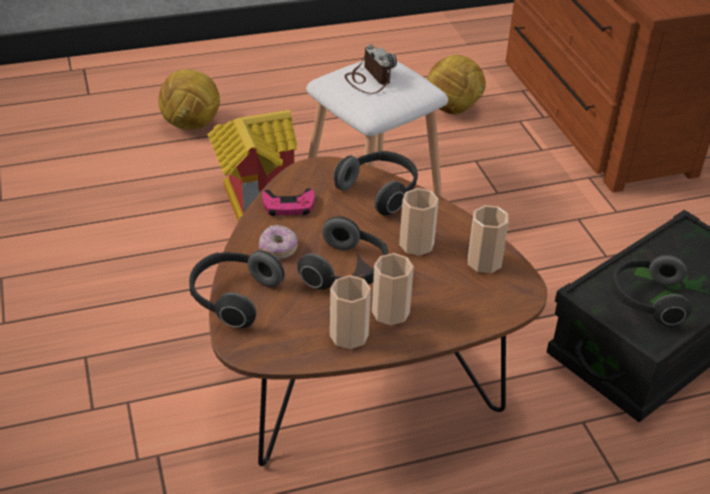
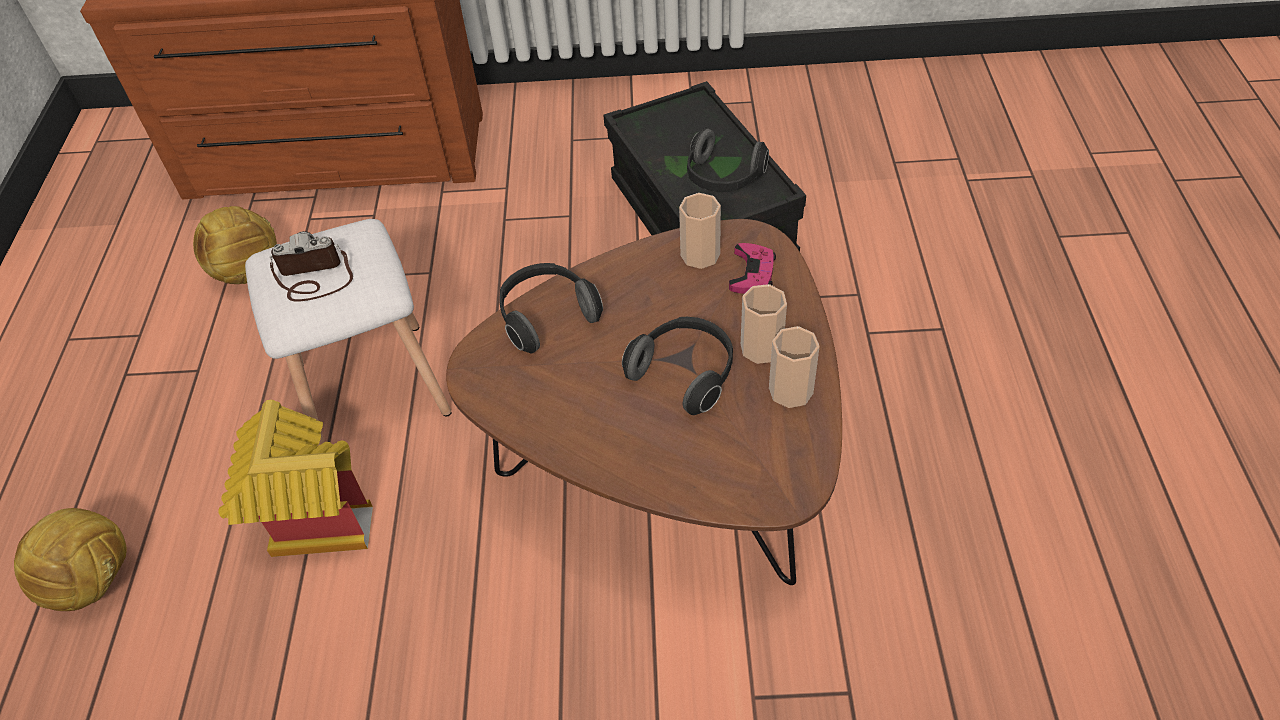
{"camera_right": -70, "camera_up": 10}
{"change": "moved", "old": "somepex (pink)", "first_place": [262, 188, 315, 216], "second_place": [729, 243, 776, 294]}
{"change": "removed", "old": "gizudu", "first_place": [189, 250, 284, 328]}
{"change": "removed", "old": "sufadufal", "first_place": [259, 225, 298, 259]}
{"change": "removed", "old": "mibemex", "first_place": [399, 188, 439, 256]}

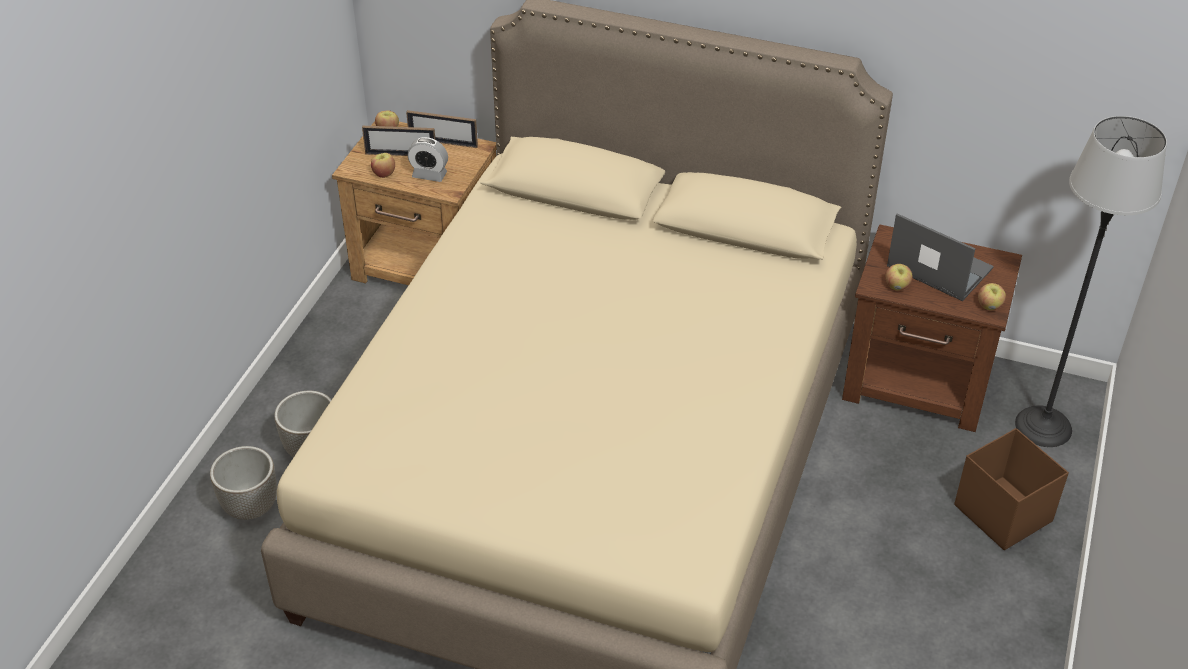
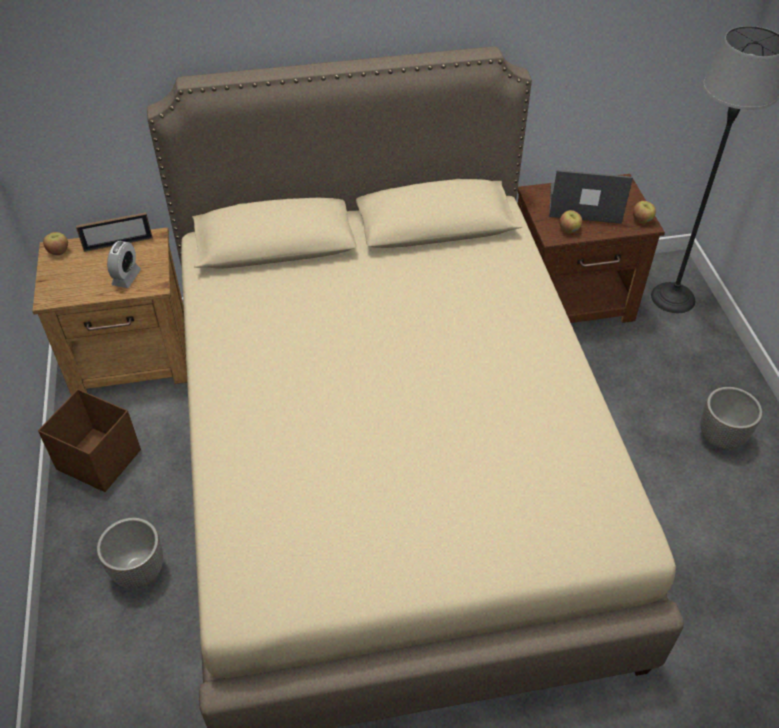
{"camera_right": -30, "camera_up": 5}
{"change": "moved", "old": "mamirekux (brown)", "first_place": [954, 428, 1069, 550], "second_place": [38, 389, 141, 492]}
{"change": "turned", "old": "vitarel", "first_place": [408, 137, 448, 182], "second_place": [107, 241, 141, 288], "degrees": -60}
{"change": "moved", "old": "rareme", "first_place": [210, 446, 277, 520], "second_place": [701, 387, 763, 449]}
{"change": "removed", "old": "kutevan", "first_place": [362, 126, 435, 156]}
{"change": "removed", "old": "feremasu", "first_place": [371, 153, 395, 178]}

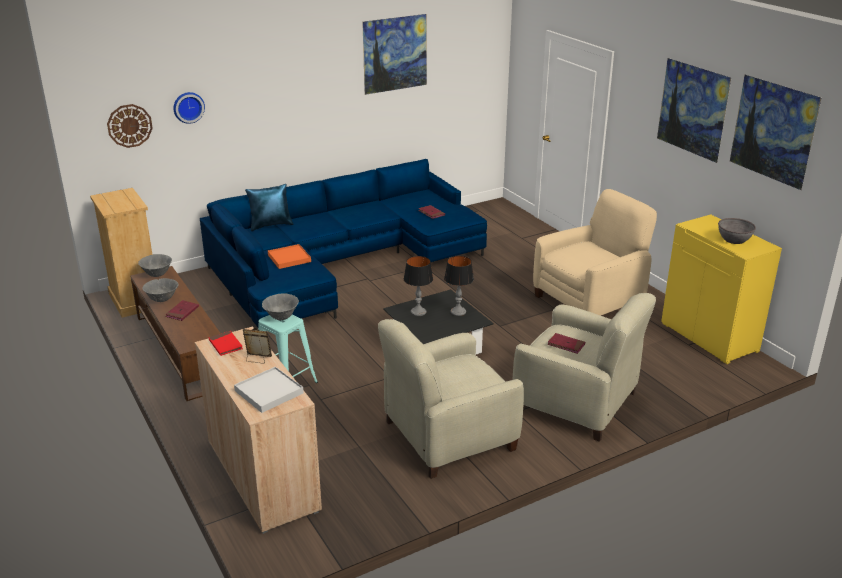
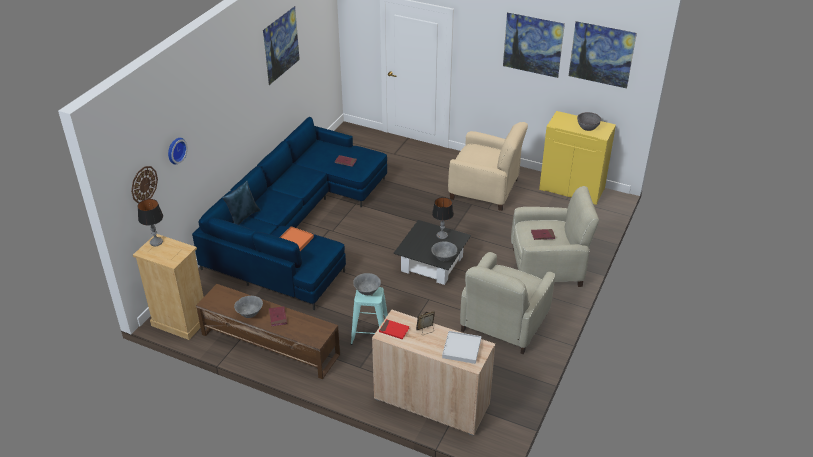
{"camera_right": -35, "camera_up": 10}
{"change": "moved", "old": "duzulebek", "first_place": [404, 256, 433, 316], "second_place": [138, 199, 163, 246]}
{"change": "moved", "old": "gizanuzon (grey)", "first_place": [138, 254, 172, 277], "second_place": [431, 241, 457, 261]}
{"change": "turned", "old": "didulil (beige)", "first_place": [533, 189, 657, 316], "second_place": [448, 122, 528, 211], "degrees": 90}

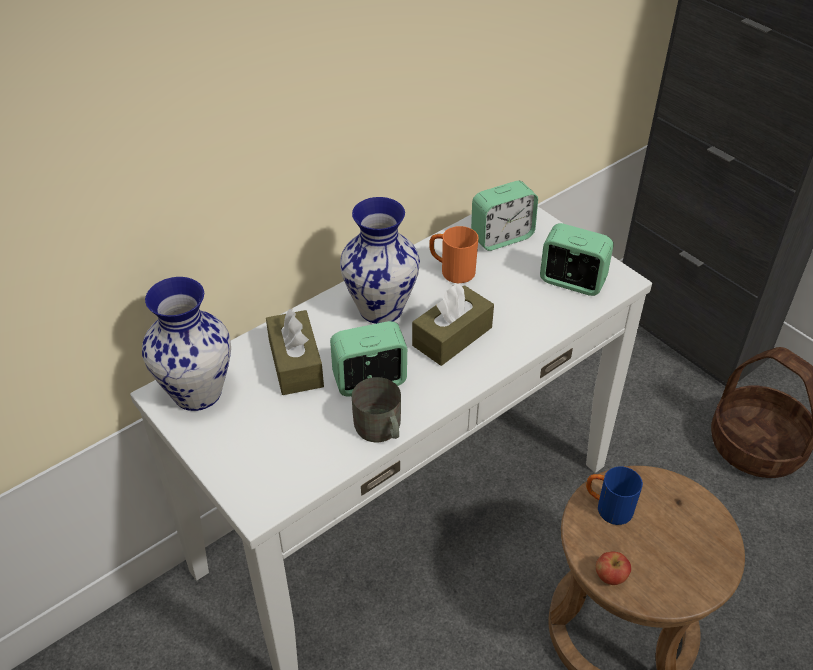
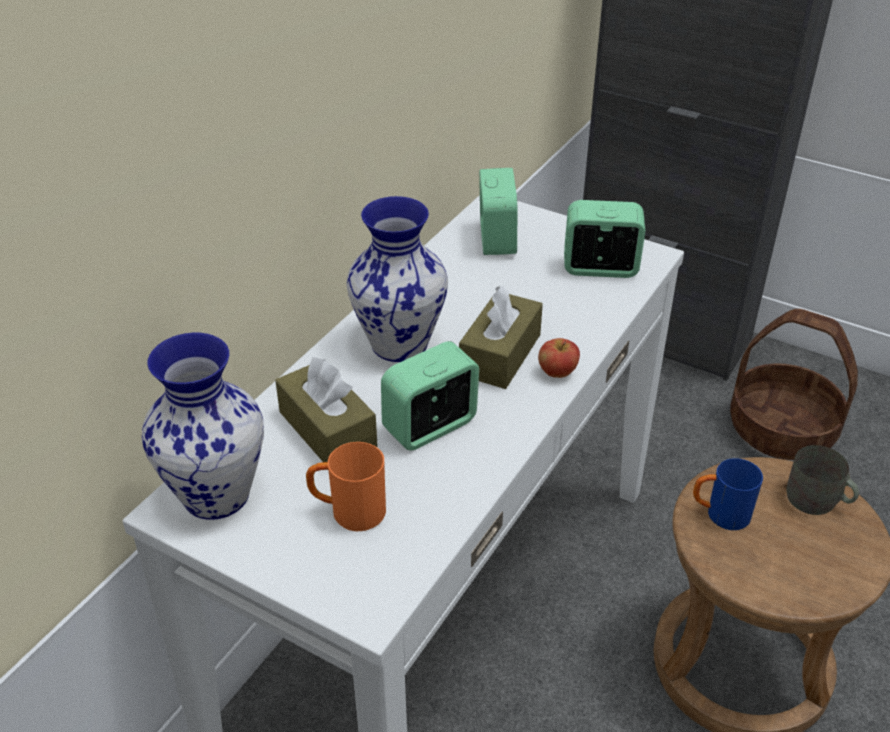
{"camera_right": -20, "camera_up": -5}
{"change": "moved", "old": "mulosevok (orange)", "first_place": [429, 226, 478, 283], "second_place": [306, 442, 386, 531]}
{"change": "turned", "old": "vitarel", "first_place": [471, 181, 538, 251], "second_place": [479, 168, 517, 255], "degrees": -45}
{"change": "moved", "old": "feremasu", "first_place": [596, 551, 631, 585], "second_place": [538, 338, 580, 378]}
{"change": "moved", "old": "mulosevok (grey)", "first_place": [352, 377, 401, 443], "second_place": [786, 445, 859, 515]}

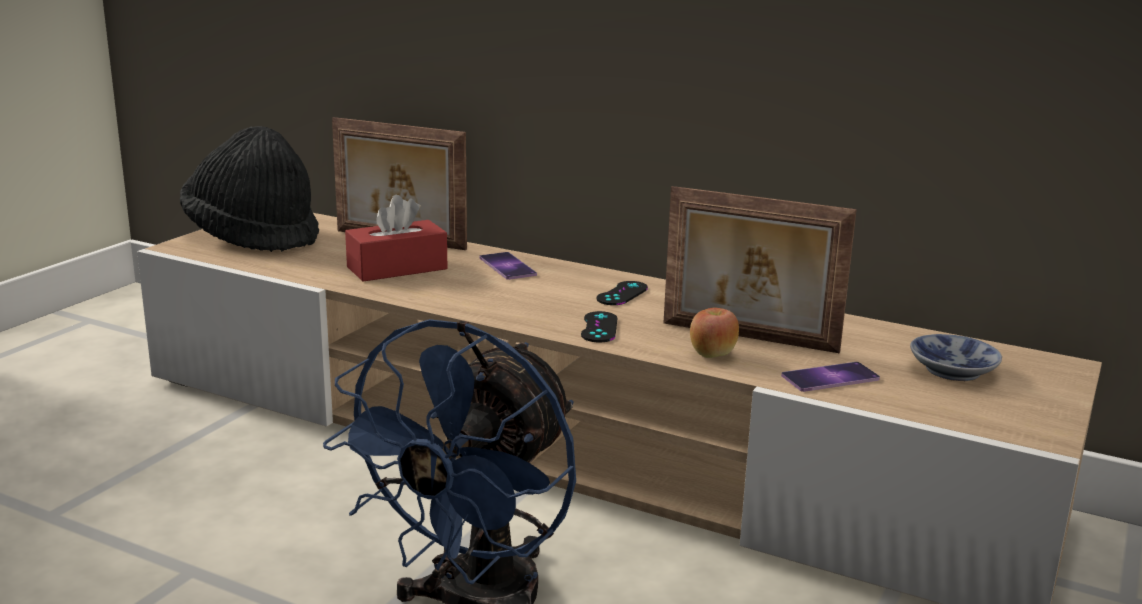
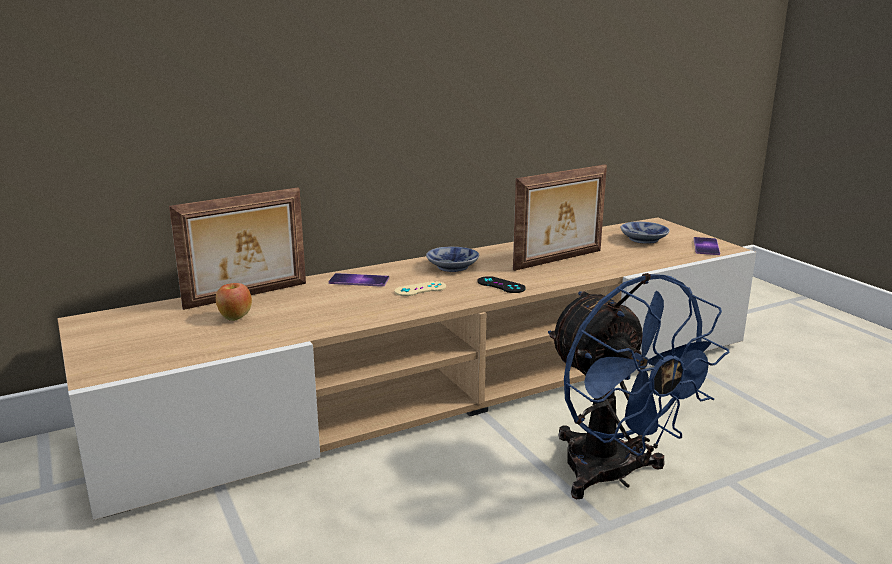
{"camera_right": -55, "camera_up": 0}
{"change": "moved", "old": "feremasu", "first_place": [690, 308, 739, 358], "second_place": [216, 283, 252, 321]}
{"change": "added", "new": "somepex (beige)", "second_place": [395, 281, 446, 296]}
{"change": "replaced", "old": "somepex (black)", "new": "gizanuzon", "first_place": [597, 281, 648, 305], "second_place": [426, 247, 479, 272]}
{"change": "moved", "old": "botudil", "first_place": [781, 362, 880, 392], "second_place": [694, 237, 720, 255]}
{"change": "removed", "old": "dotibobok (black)", "first_place": [180, 126, 319, 252]}
{"change": "removed", "old": "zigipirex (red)", "first_place": [345, 195, 447, 282]}

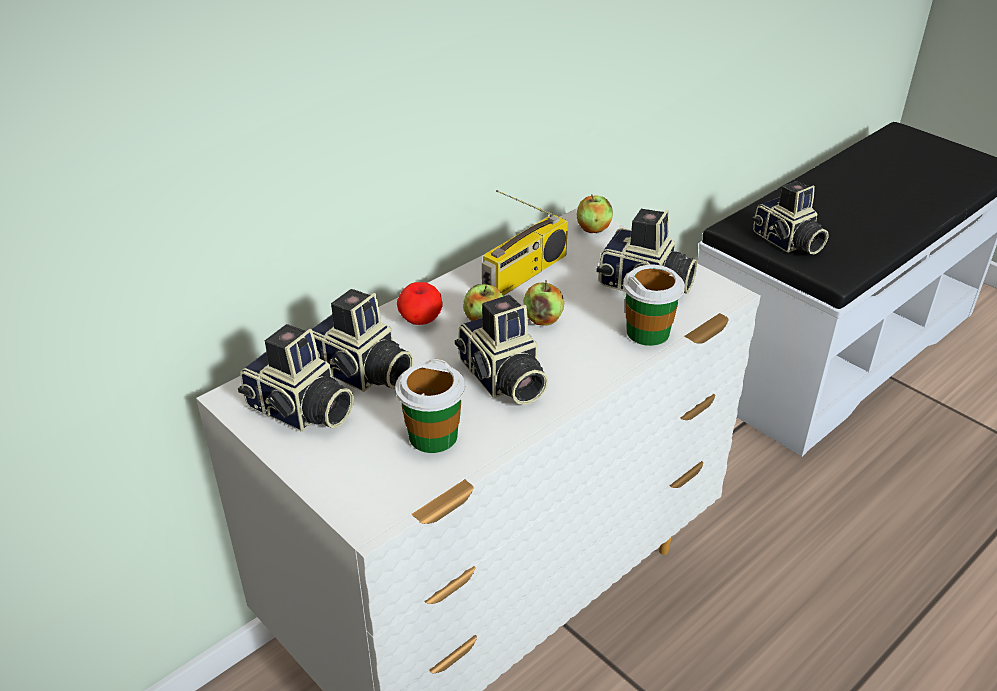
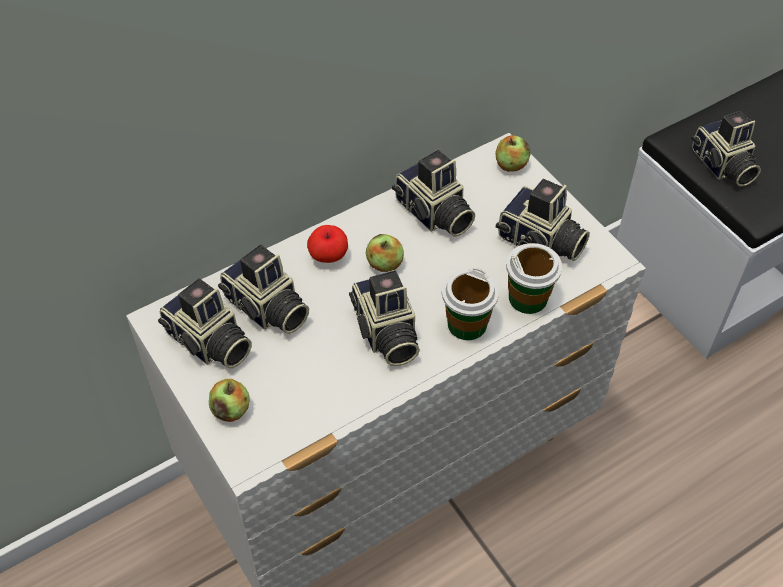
{"camera_right": 10, "camera_up": 15}
{"change": "moved", "old": "feremasu", "first_place": [523, 280, 564, 326], "second_place": [209, 379, 250, 422]}
{"change": "replaced", "old": "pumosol", "new": "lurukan", "first_place": [482, 190, 568, 296], "second_place": [392, 150, 475, 237]}
{"change": "moved", "old": "mibemex", "first_place": [395, 359, 465, 453], "second_place": [442, 268, 499, 340]}

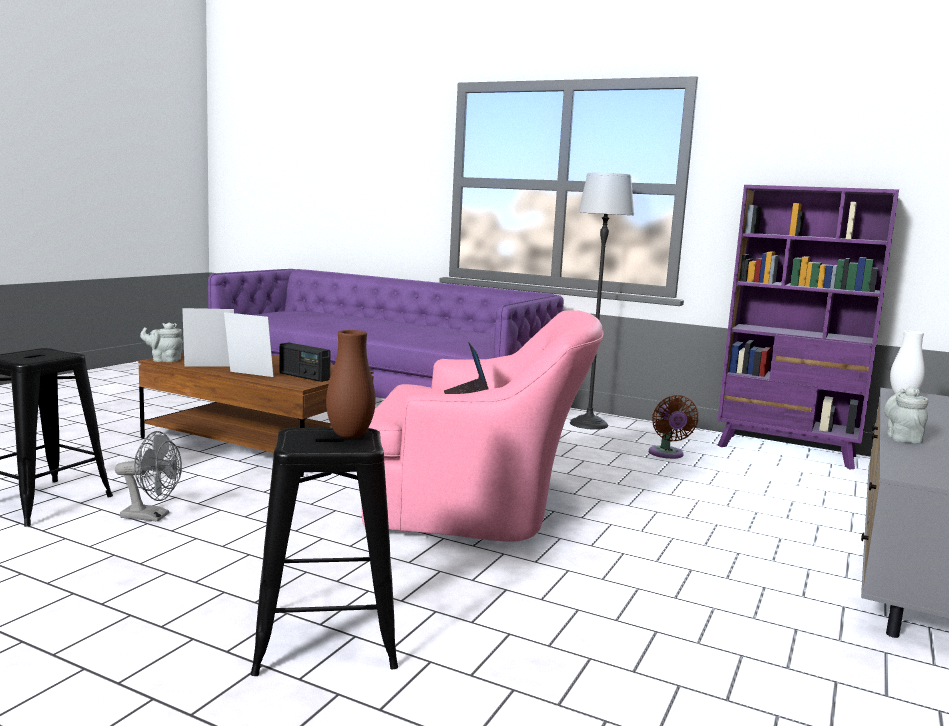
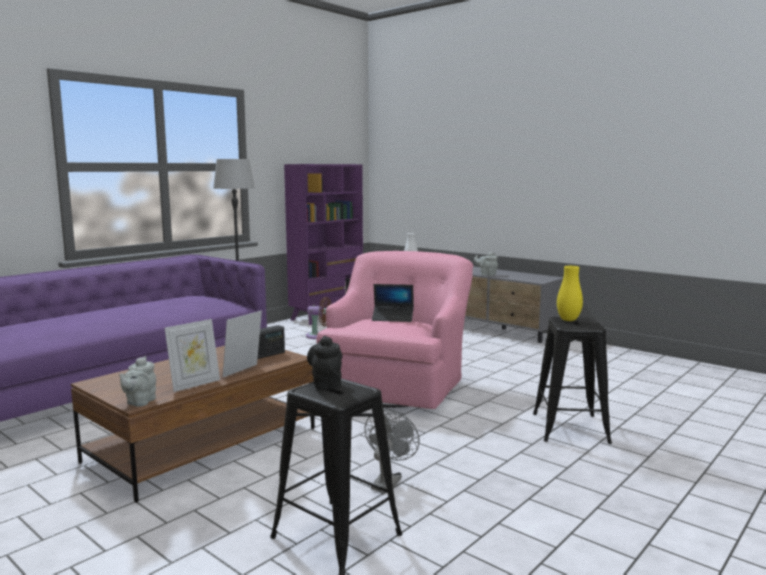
{"camera_right": -75, "camera_up": 0}
{"change": "turned", "old": "kutevan", "first_place": [182, 308, 234, 366], "second_place": [165, 319, 220, 392], "degrees": -135}
{"change": "added", "new": "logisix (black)", "second_place": [307, 336, 342, 390]}
{"change": "recoloured", "old": "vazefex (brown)", "new": "vazefex (yellow)", "first_place": [326, 330, 376, 439], "second_place": [557, 266, 583, 321]}

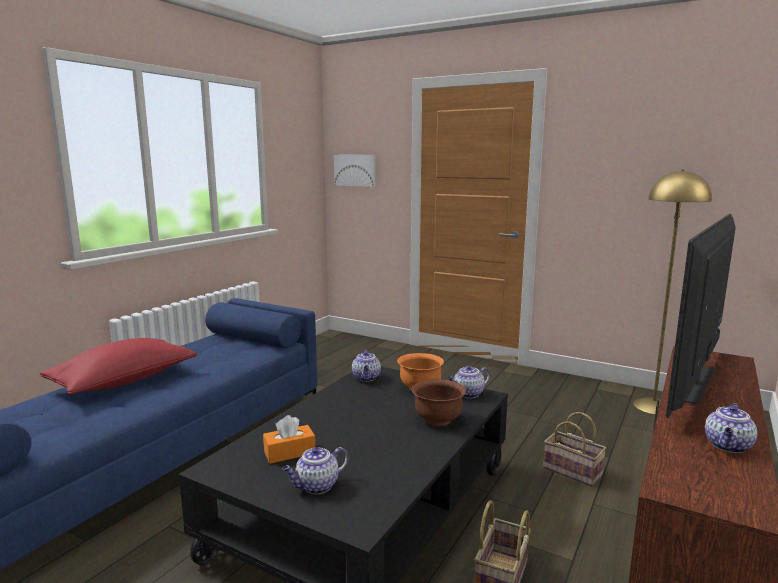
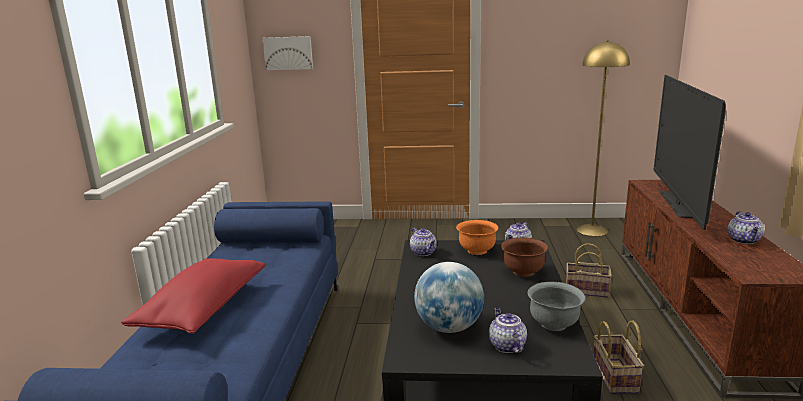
{"camera_right": -25, "camera_up": 5}
{"change": "replaced", "old": "zigipirex (orange)", "new": "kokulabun", "first_place": [263, 415, 315, 464], "second_place": [414, 262, 484, 333]}
{"change": "turned", "old": "logisix", "first_place": [282, 447, 349, 494], "second_place": [489, 308, 527, 353], "degrees": 135}
{"change": "added", "new": "gizanuzon (grey)", "second_place": [528, 282, 585, 331]}

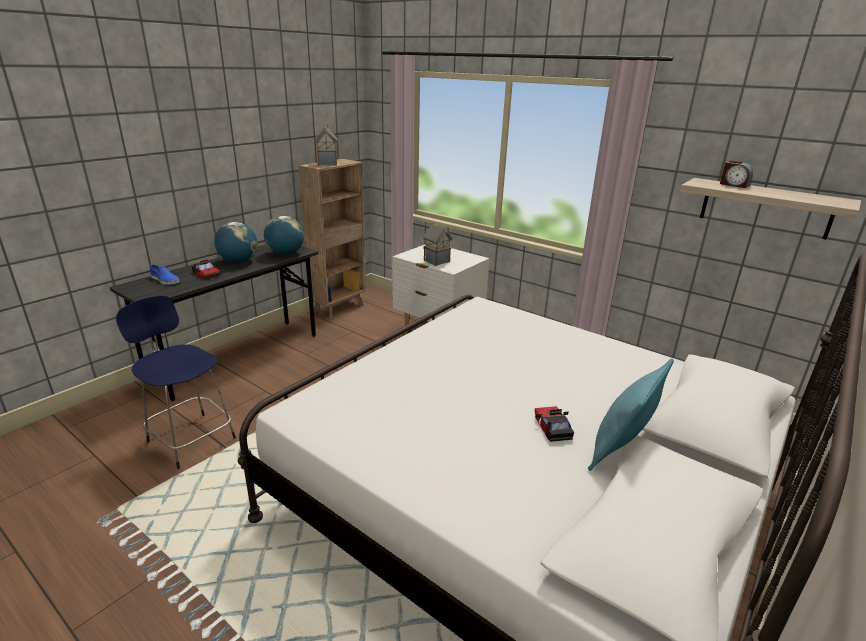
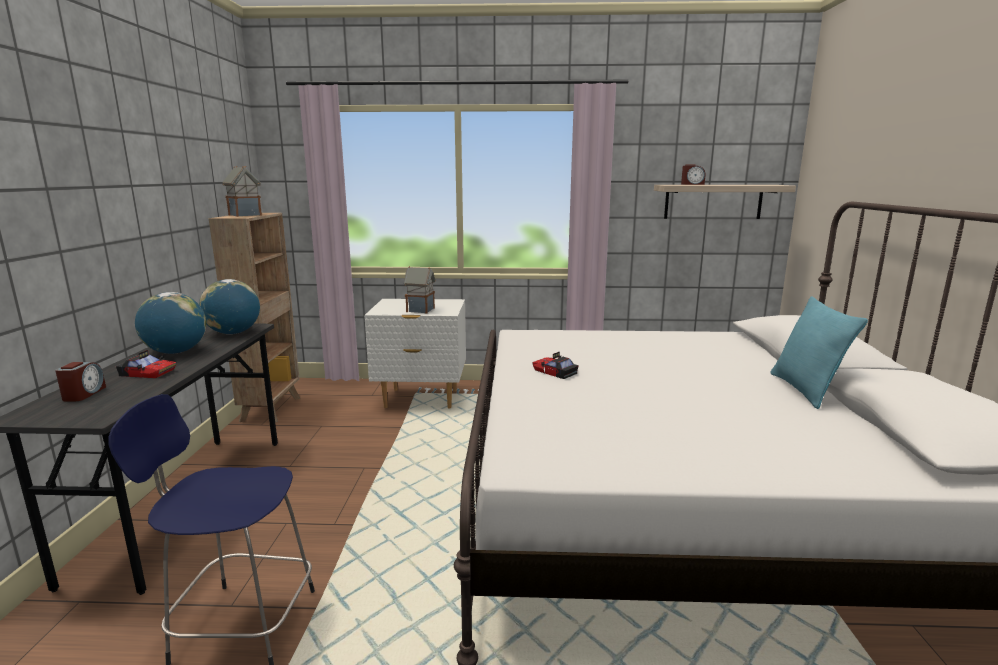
{"camera_right": -35, "camera_up": -10}
{"change": "replaced", "old": "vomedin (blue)", "new": "vitarel", "first_place": [150, 265, 180, 285], "second_place": [55, 362, 106, 401]}
{"change": "moved", "old": "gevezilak", "first_place": [535, 406, 574, 442], "second_place": [532, 352, 579, 379]}

